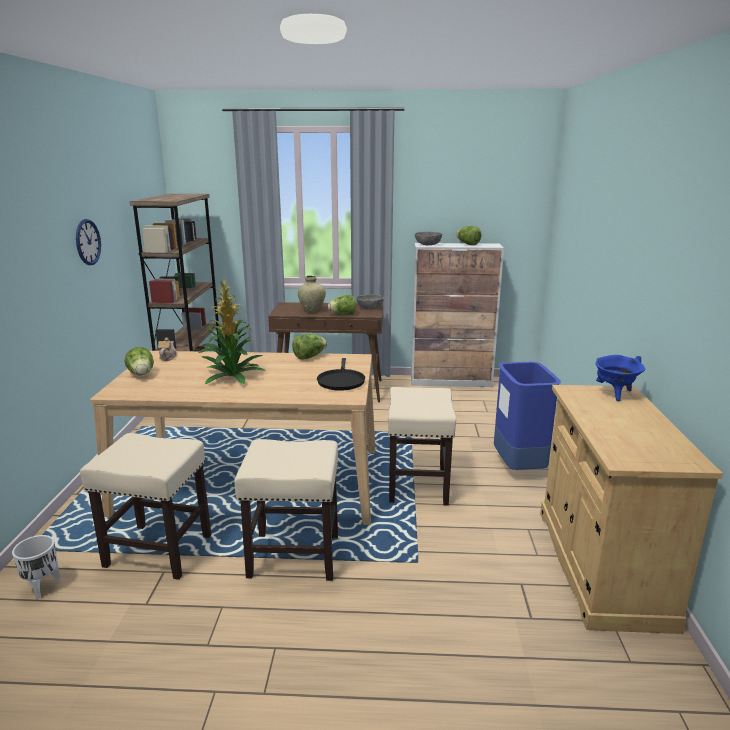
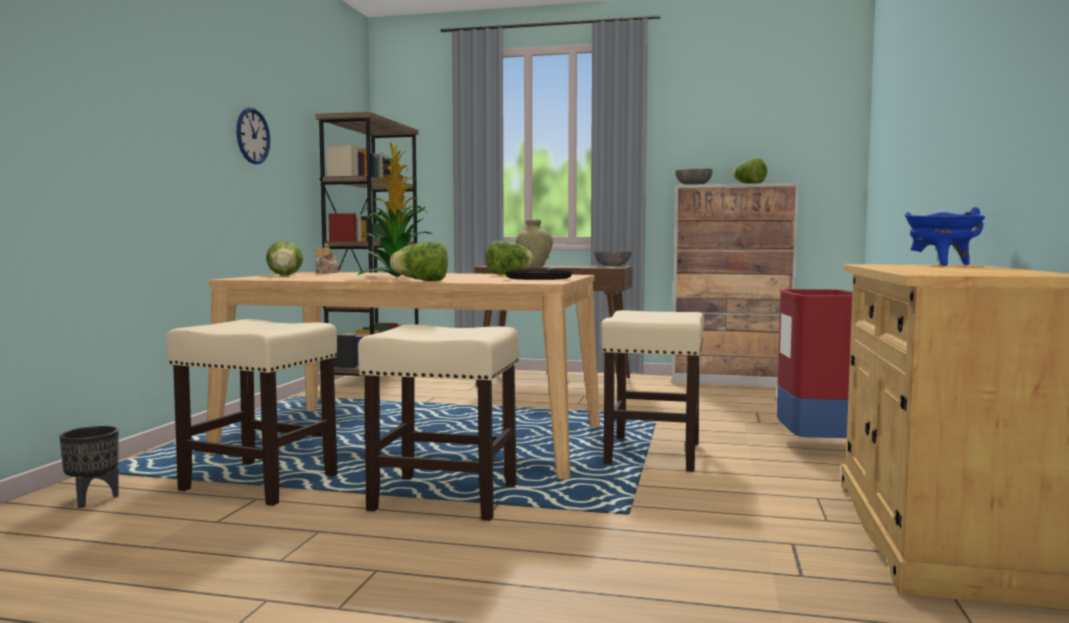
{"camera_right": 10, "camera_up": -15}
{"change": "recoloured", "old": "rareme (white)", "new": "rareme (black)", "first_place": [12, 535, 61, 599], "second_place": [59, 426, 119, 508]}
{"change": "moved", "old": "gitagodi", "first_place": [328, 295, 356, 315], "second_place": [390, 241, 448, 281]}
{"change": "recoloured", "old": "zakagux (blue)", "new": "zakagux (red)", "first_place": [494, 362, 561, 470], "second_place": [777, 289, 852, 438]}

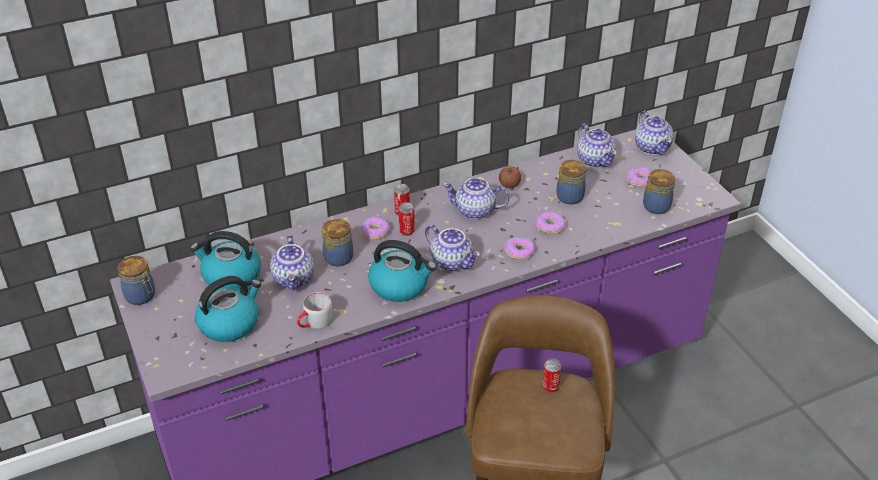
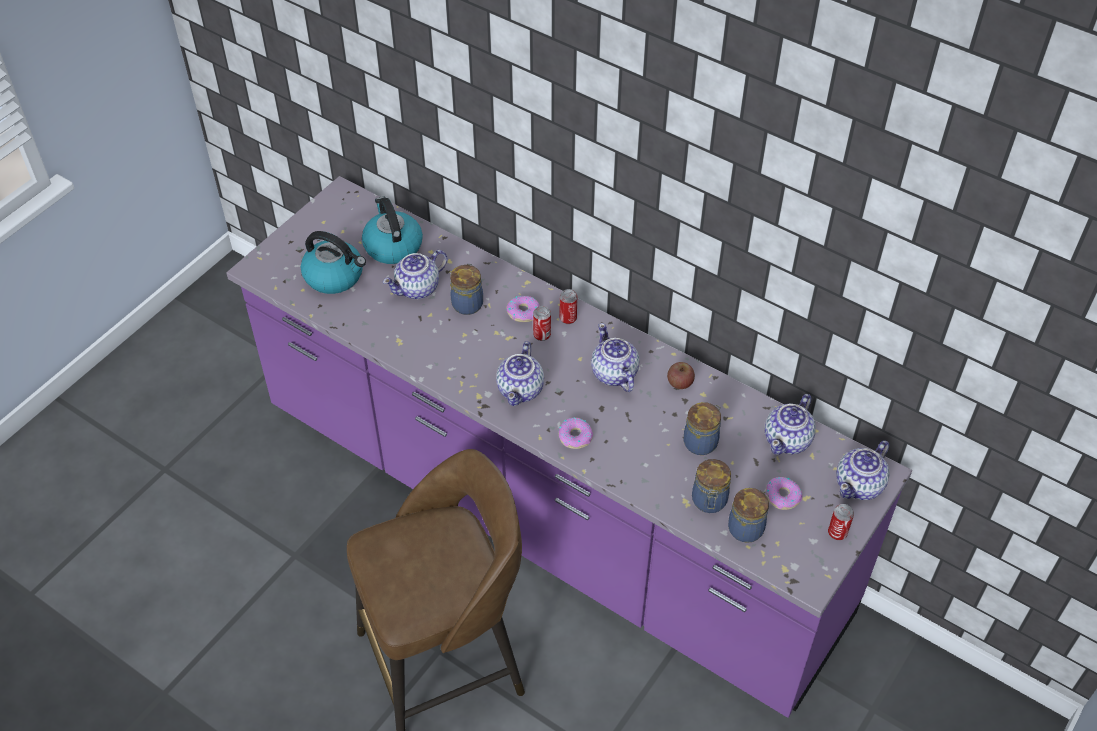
{"camera_right": 60, "camera_up": 10}
{"change": "moved", "old": "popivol", "first_place": [117, 256, 155, 305], "second_place": [692, 459, 731, 513]}
{"change": "moved", "old": "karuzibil", "first_place": [542, 358, 561, 393], "second_place": [828, 504, 854, 540]}
{"change": "removed", "old": "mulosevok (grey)", "first_place": [297, 292, 332, 329]}
{"change": "removed", "old": "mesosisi", "first_place": [368, 240, 436, 302]}
{"change": "removed", "old": "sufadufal", "first_place": [535, 212, 566, 234]}

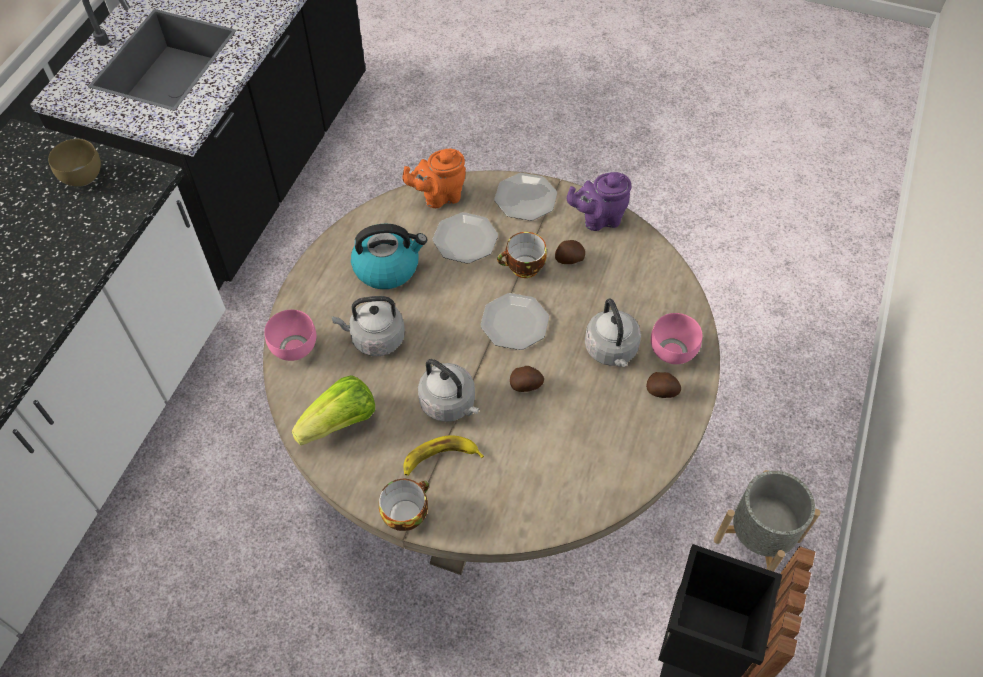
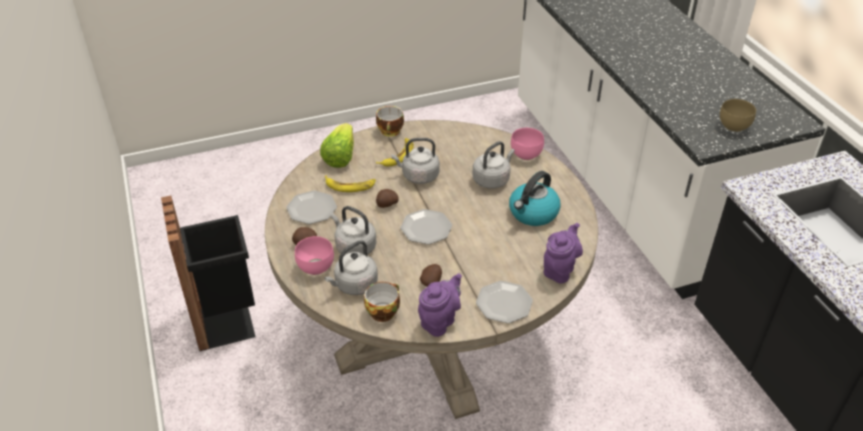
{"camera_right": 140, "camera_up": -15}
{"change": "moved", "old": "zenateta", "first_place": [433, 212, 498, 264], "second_place": [286, 191, 337, 224]}
{"change": "moved", "old": "gitagodi", "first_place": [292, 375, 375, 445], "second_place": [320, 123, 354, 168]}
{"change": "added", "new": "mesosisi (grey)", "second_place": [324, 240, 378, 295]}
{"change": "added", "new": "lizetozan", "second_place": [325, 176, 376, 192]}
{"change": "moved", "old": "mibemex", "first_place": [497, 232, 547, 278], "second_place": [364, 282, 400, 322]}
{"change": "recoloured", "old": "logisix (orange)", "new": "logisix (purple)", "first_place": [402, 149, 466, 208], "second_place": [544, 223, 583, 284]}
{"change": "removed", "old": "rareme (grey)", "first_place": [714, 470, 821, 572]}

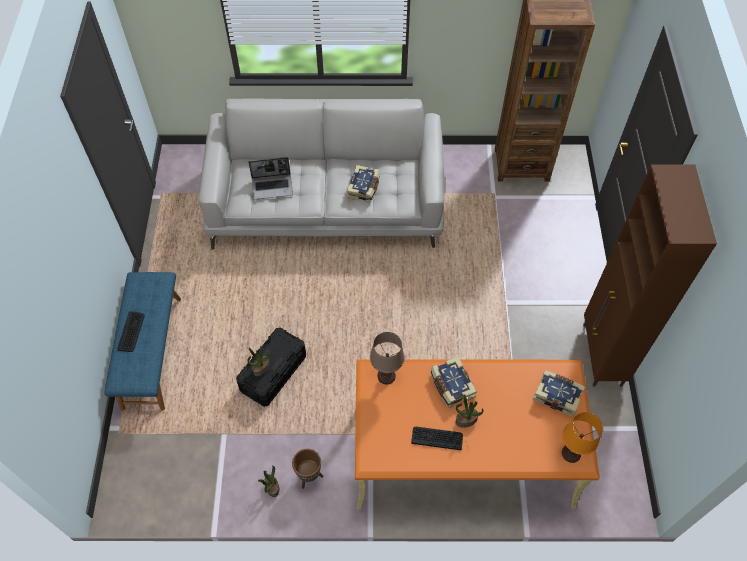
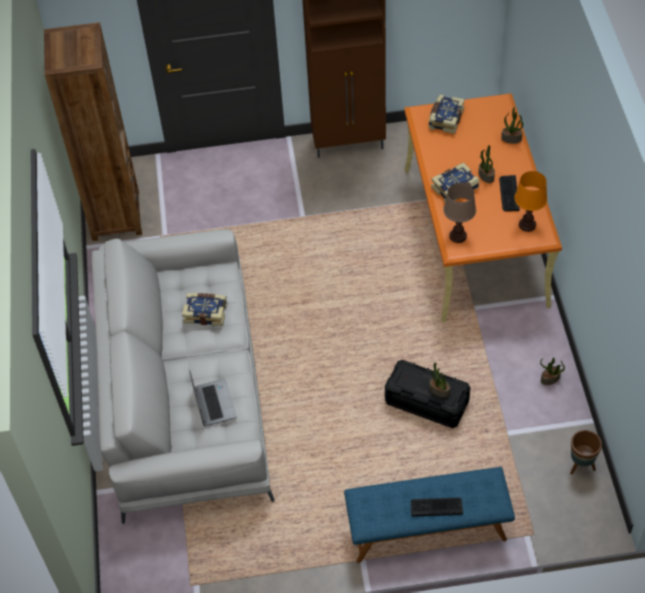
{"camera_right": -95, "camera_up": -5}
{"change": "added", "new": "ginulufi", "second_place": [501, 107, 523, 144]}
{"change": "moved", "old": "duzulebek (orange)", "first_place": [562, 412, 603, 463], "second_place": [514, 171, 547, 232]}
{"change": "moved", "old": "rareme (brown)", "first_place": [292, 449, 323, 489], "second_place": [570, 430, 602, 475]}

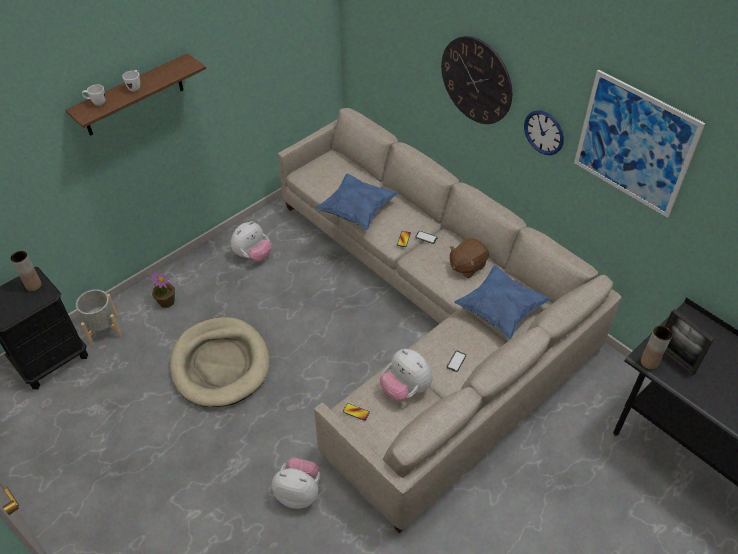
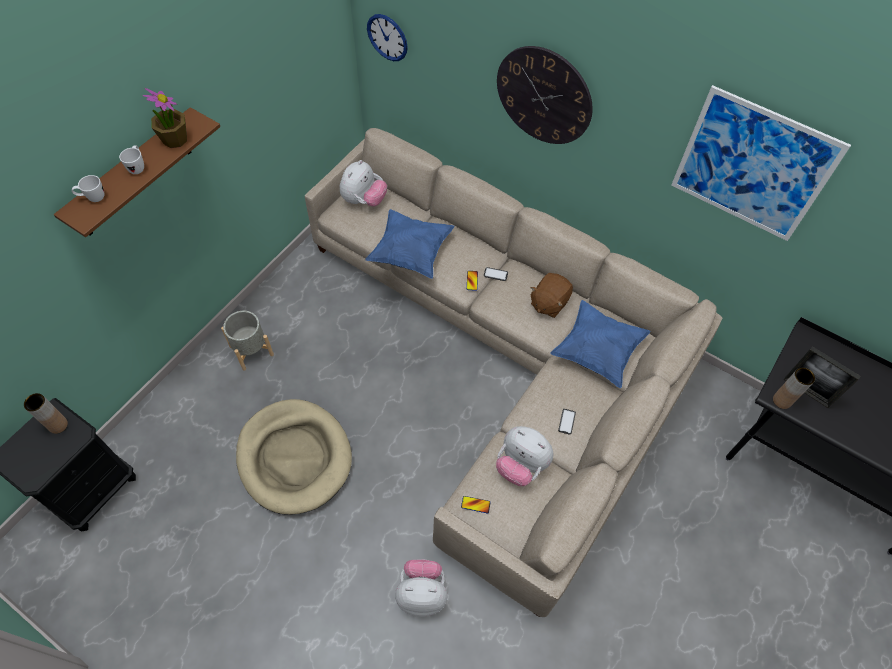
{"camera_right": -15, "camera_up": 10}
{"change": "moved", "old": "ginulufi", "first_place": [149, 272, 175, 308], "second_place": [143, 88, 187, 148]}
{"change": "moved", "old": "rareme (grey)", "first_place": [76, 289, 122, 346], "second_place": [221, 311, 274, 370]}
{"change": "moved", "old": "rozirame", "first_place": [231, 221, 272, 262], "second_place": [340, 160, 387, 206]}
{"change": "moved", "old": "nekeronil", "first_place": [524, 110, 564, 155], "second_place": [367, 14, 408, 61]}

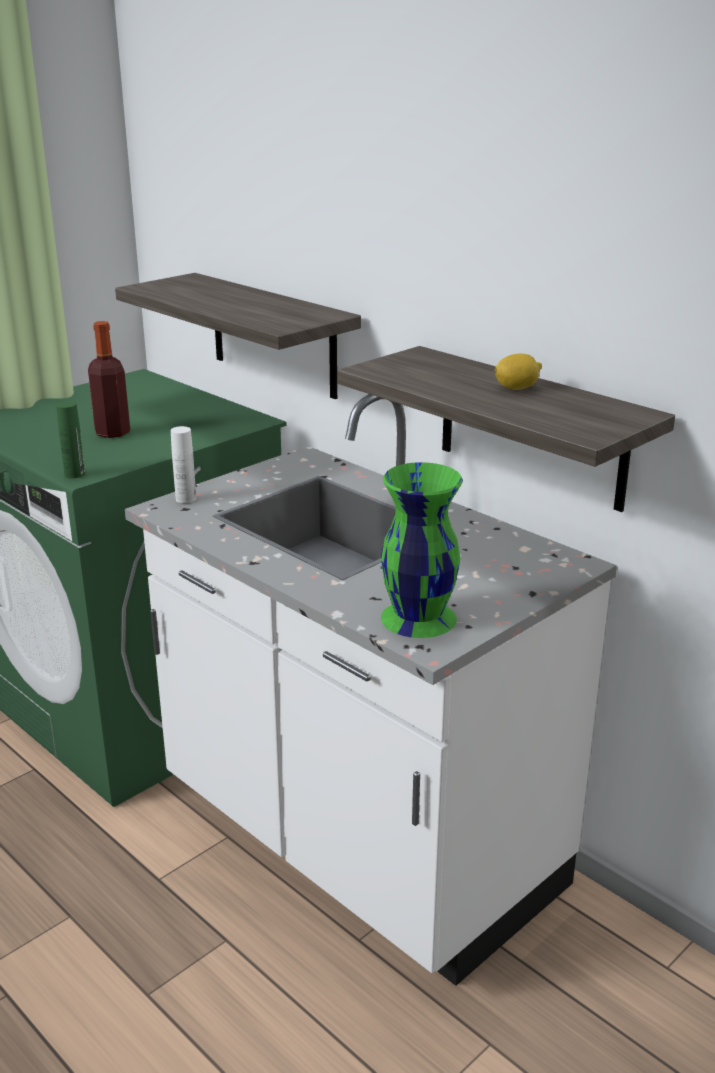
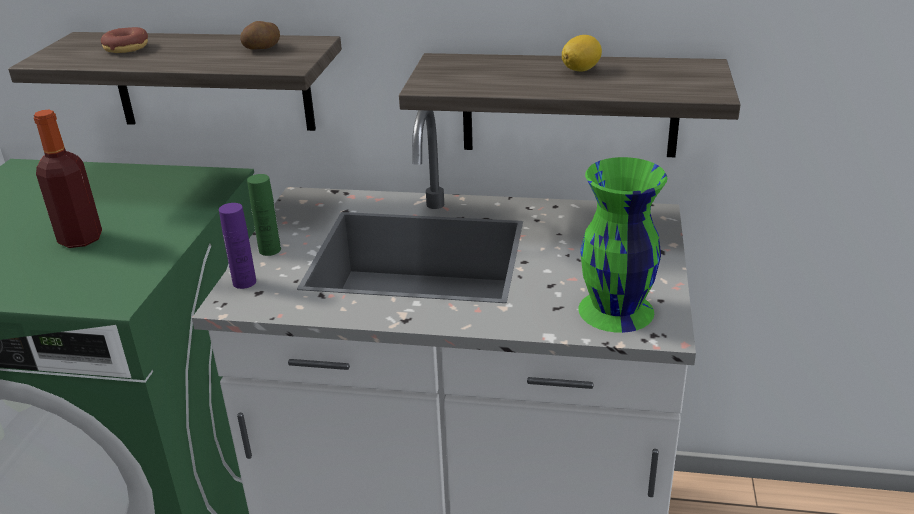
{"camera_right": -35, "camera_up": 5}
{"change": "added", "new": "sufadufal", "second_place": [101, 27, 148, 53]}
{"change": "recoloured", "old": "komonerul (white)", "new": "komonerul (purple)", "first_place": [171, 426, 196, 503], "second_place": [219, 203, 256, 289]}
{"change": "added", "new": "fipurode", "second_place": [240, 21, 280, 50]}
{"change": "moved", "old": "komonerul (green)", "first_place": [56, 401, 85, 478], "second_place": [247, 174, 281, 256]}

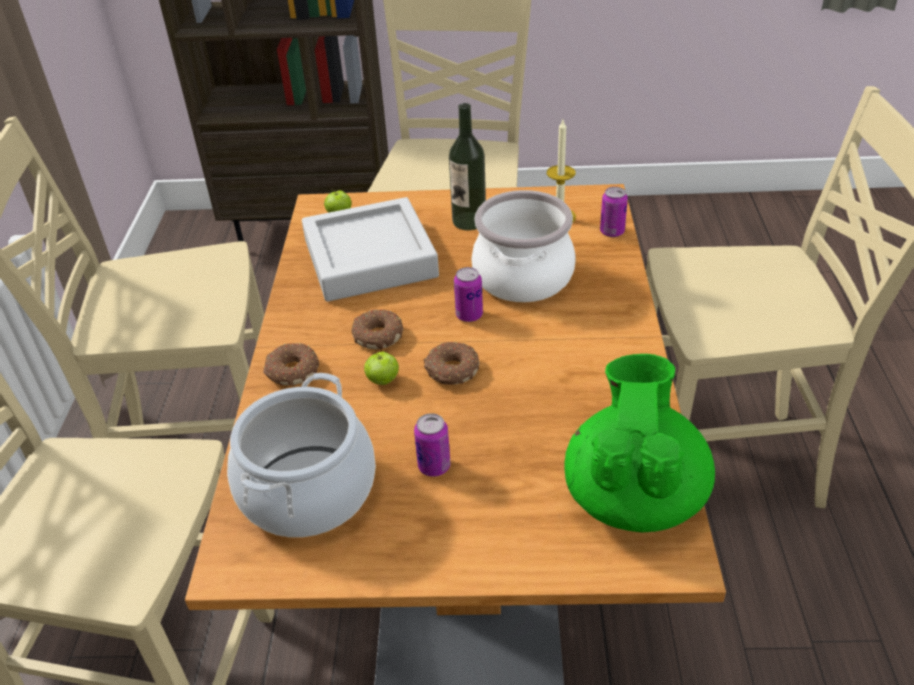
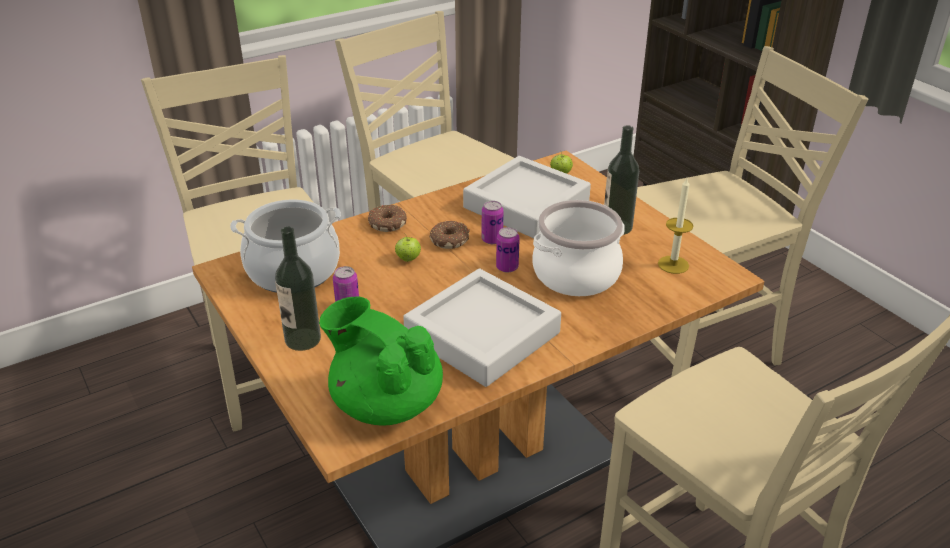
{"camera_right": 55, "camera_up": -5}
{"change": "added", "new": "komonerul", "second_place": [275, 227, 321, 351]}
{"change": "turned", "old": "logisix (green)", "first_place": [564, 354, 715, 532], "second_place": [319, 296, 443, 425], "degrees": -120}
{"change": "added", "new": "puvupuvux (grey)", "second_place": [403, 268, 561, 387]}
{"change": "moved", "old": "karuzibil", "first_place": [600, 187, 628, 237], "second_place": [482, 201, 504, 244]}
{"change": "removed", "old": "sufadufal", "first_place": [424, 341, 479, 385]}

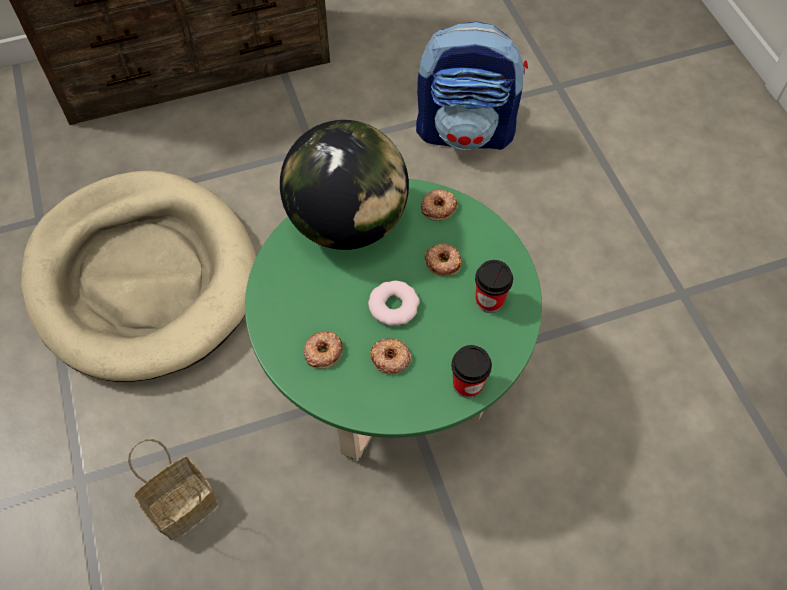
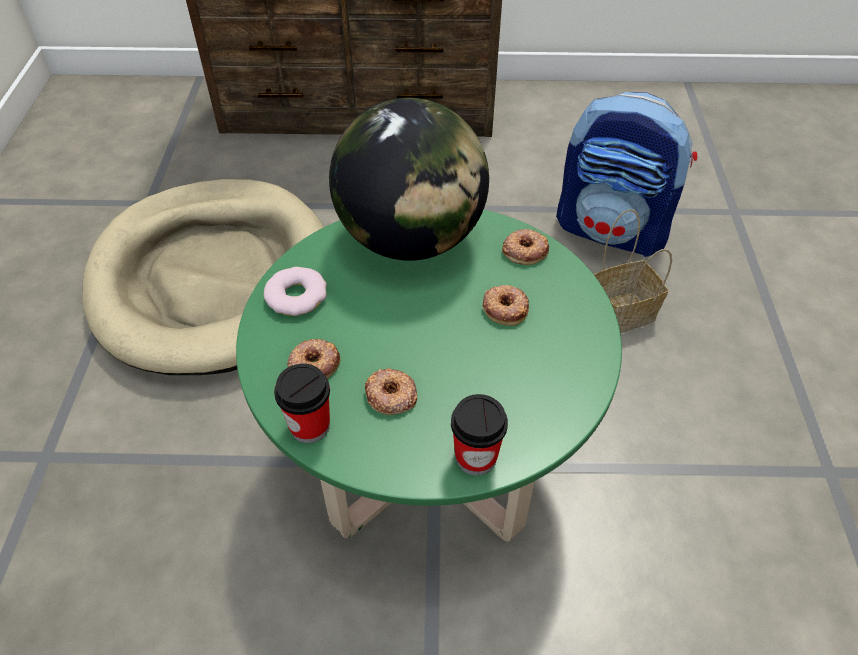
{"camera_right": 20, "camera_up": -10}
{"change": "moved", "old": "sufadufal", "first_place": [368, 281, 420, 326], "second_place": [264, 267, 327, 316]}
{"change": "moved", "old": "mibemex", "first_place": [475, 260, 513, 313], "second_place": [274, 364, 330, 443]}
{"change": "moved", "old": "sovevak", "first_place": [128, 439, 218, 540], "second_place": [594, 209, 672, 333]}

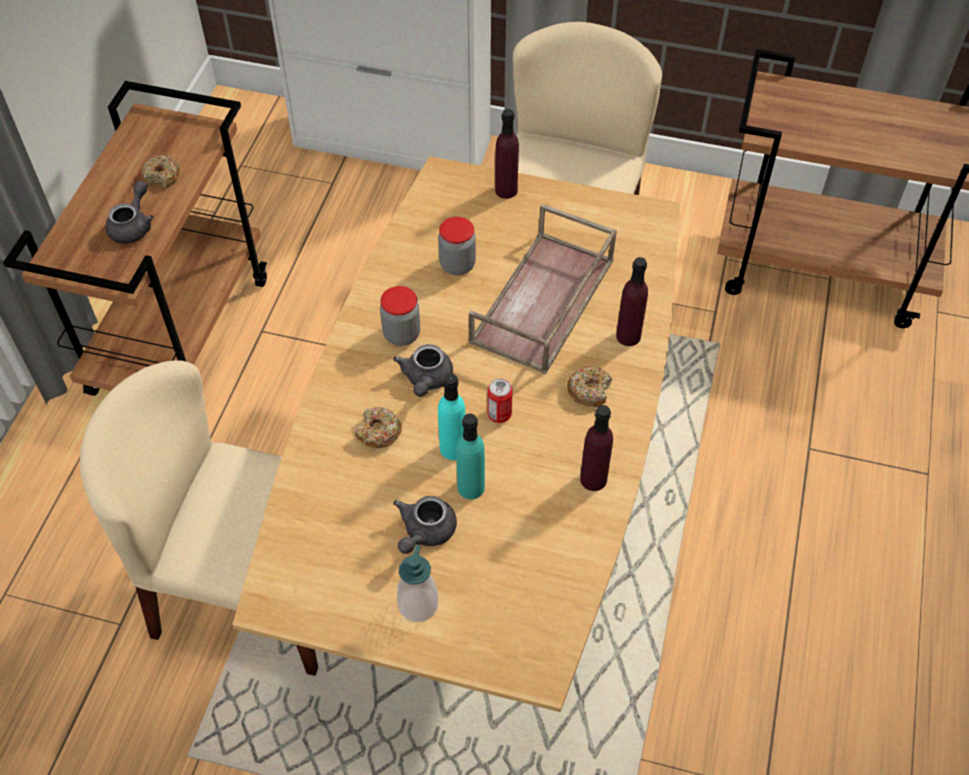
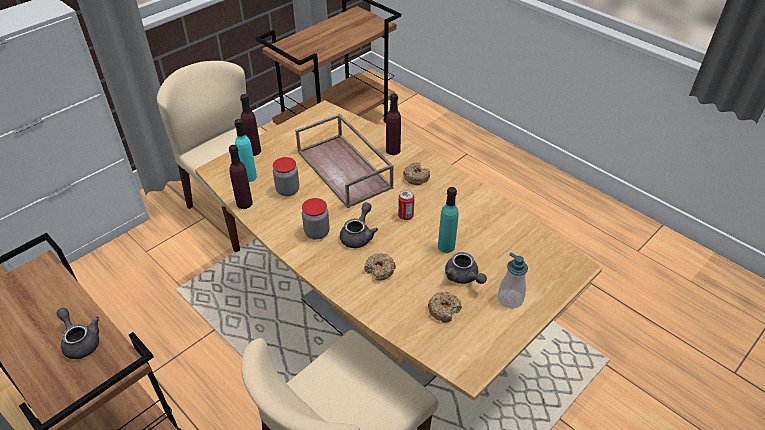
{"camera_right": -60, "camera_up": -10}
{"change": "moved", "old": "komonerul (purple)", "first_place": [580, 405, 613, 491], "second_place": [229, 145, 253, 209]}
{"change": "moved", "old": "komonerul (turquoise)", "first_place": [438, 373, 465, 460], "second_place": [234, 119, 257, 182]}
{"change": "turned", "old": "logisix (grey)", "first_place": [393, 344, 453, 397], "second_place": [340, 202, 378, 248], "degrees": -105}
{"change": "moved", "old": "sufadufal", "first_place": [142, 155, 180, 188], "second_place": [428, 292, 462, 323]}

